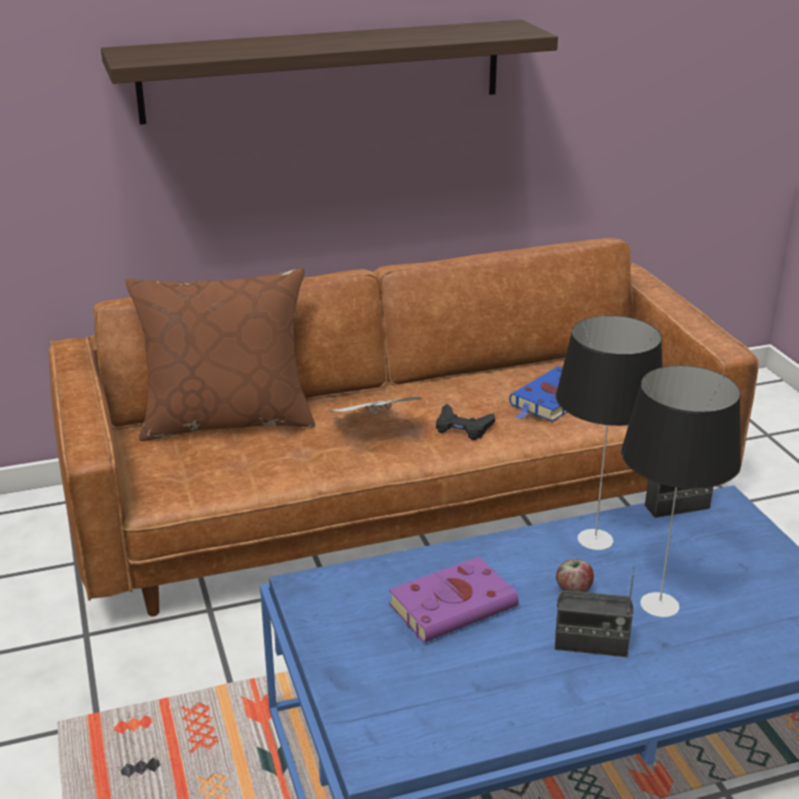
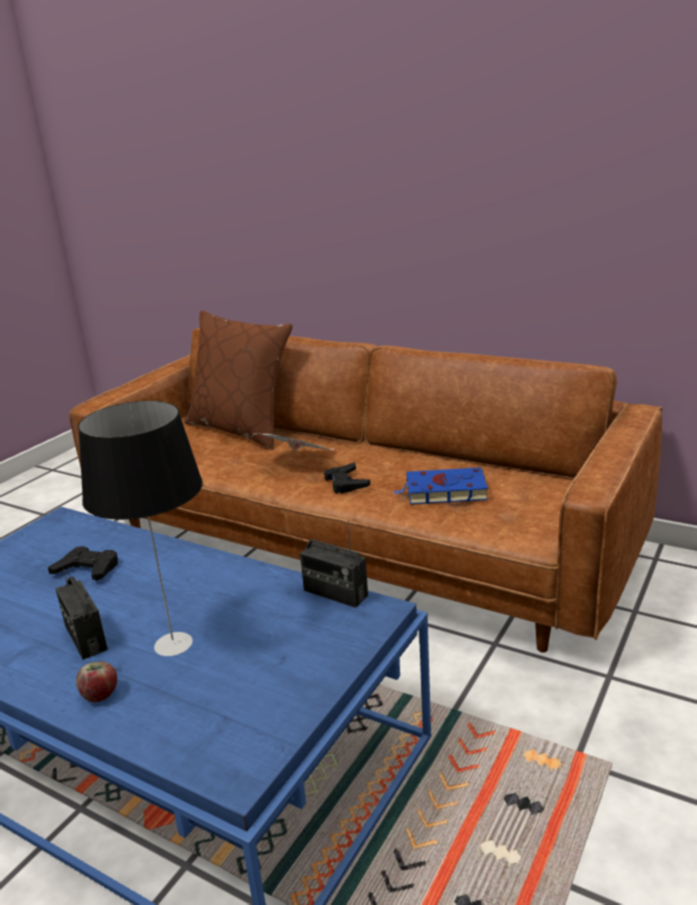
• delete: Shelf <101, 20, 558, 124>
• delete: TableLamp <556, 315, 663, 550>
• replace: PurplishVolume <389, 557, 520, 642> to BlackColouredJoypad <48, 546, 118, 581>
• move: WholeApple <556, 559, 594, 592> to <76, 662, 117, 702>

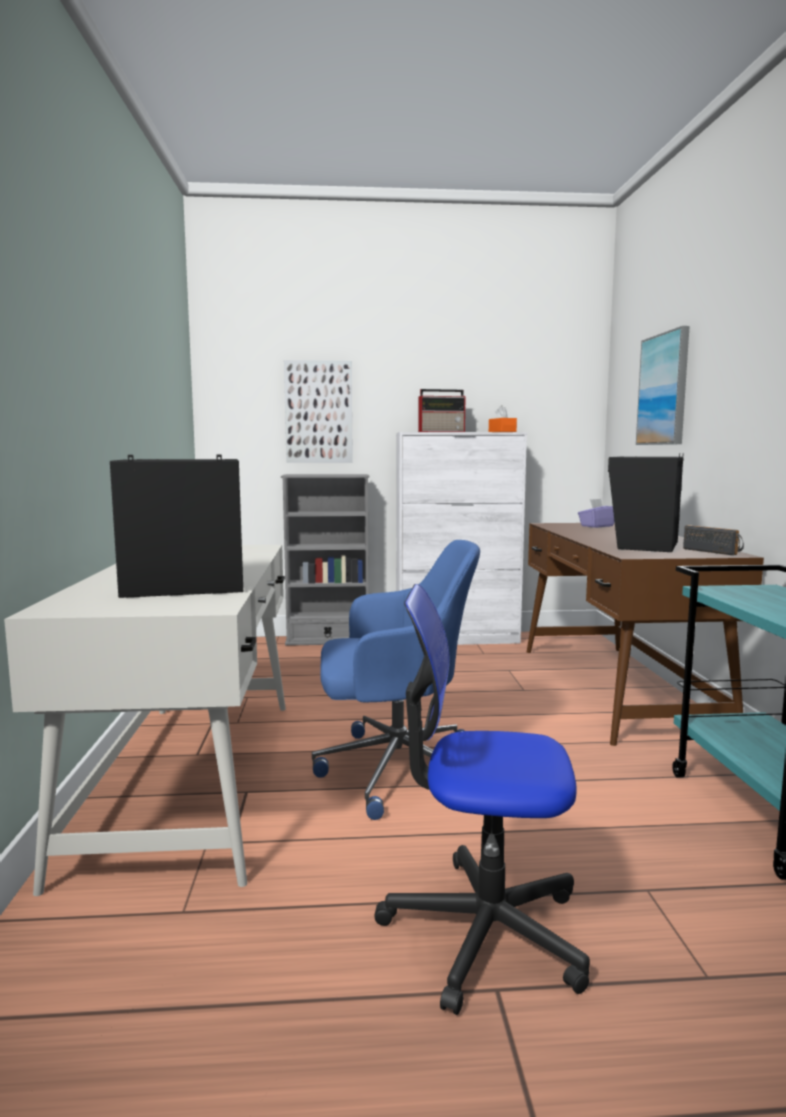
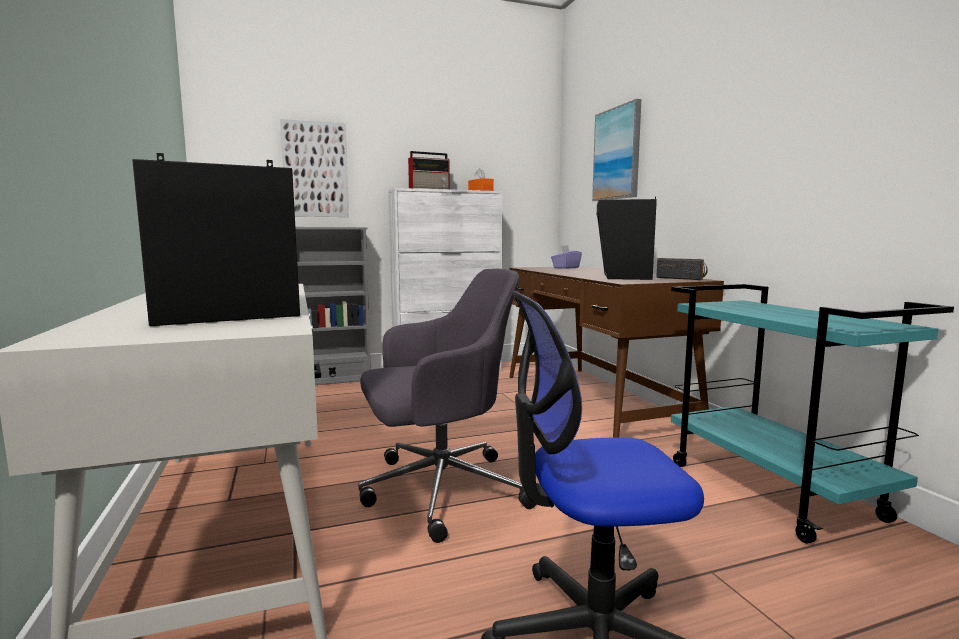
• recolor: BlueColouredOfficeChair <312, 540, 480, 820> to GreyOfficeChair <358, 269, 536, 543>

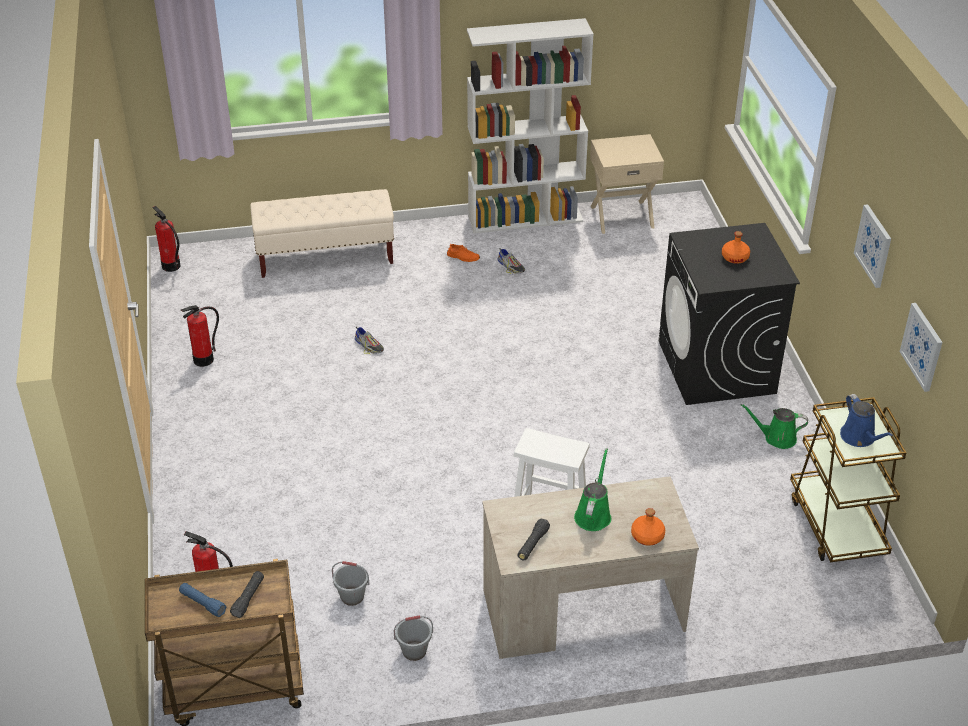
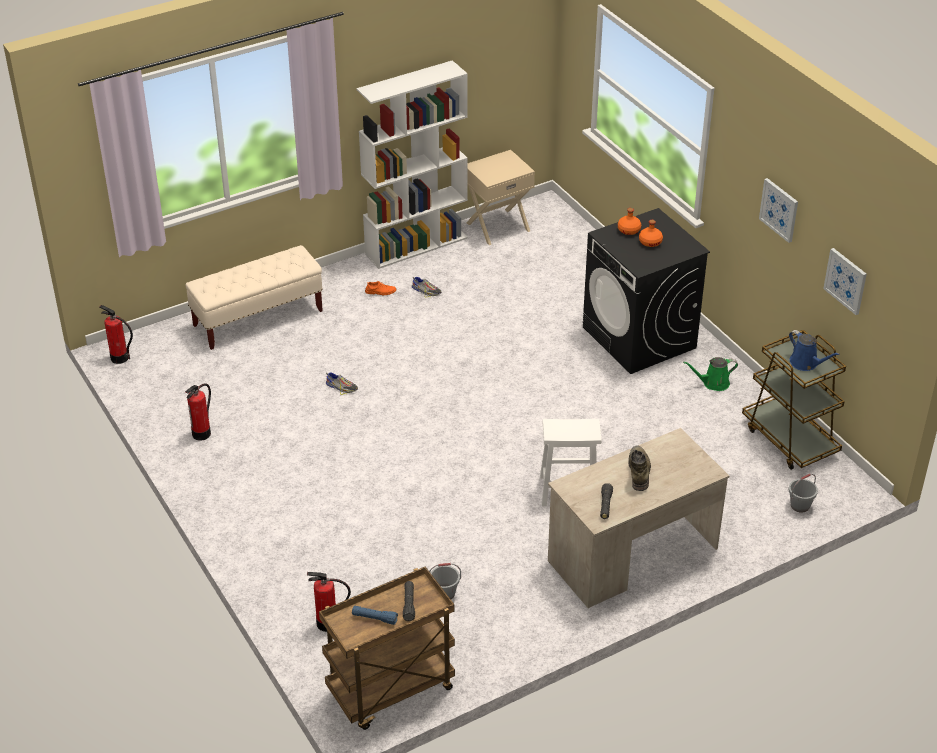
• replace: GreenWateringPot <574, 449, 611, 531> to GreenBoot <628, 446, 651, 491>
• move: OrangeColouredDrinkBottle <631, 508, 665, 546> to <618, 208, 641, 235>
• move: GreyBucket <394, 615, 433, 661> to <788, 474, 818, 513>

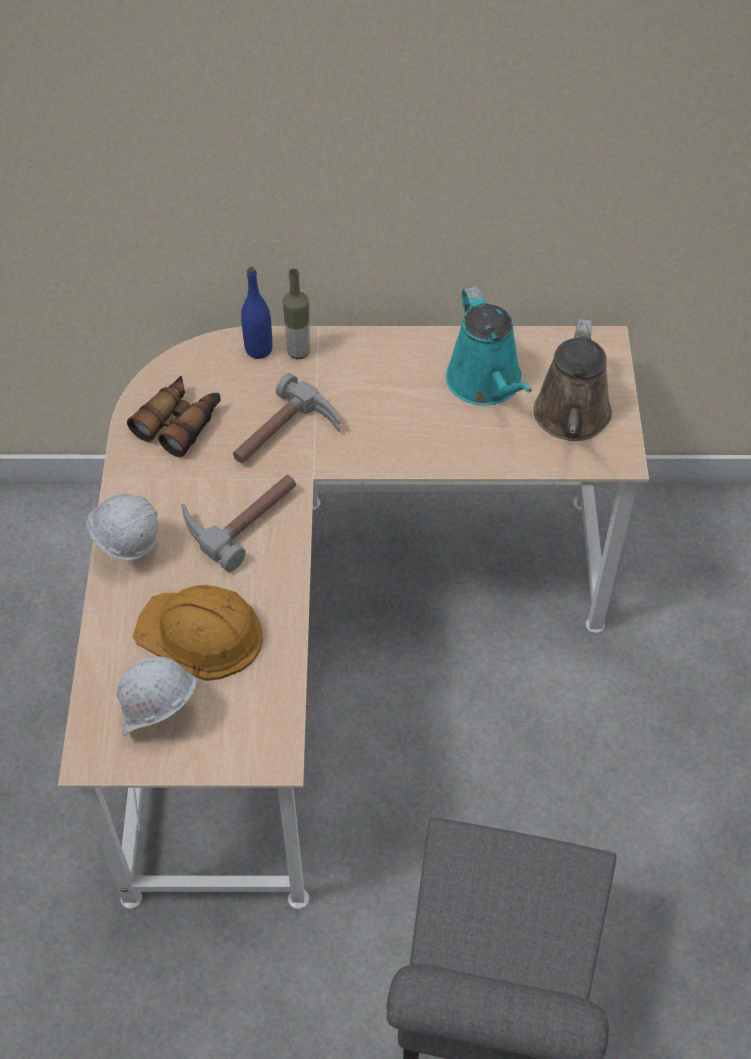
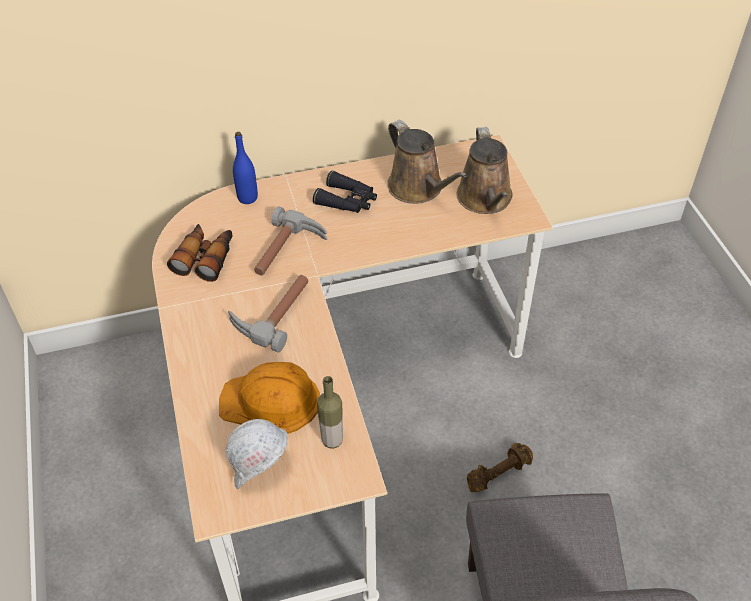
• move: DrinkBottle <283, 269, 310, 359> to <317, 376, 343, 449>
• recolor: TurquoiseWateringPot <446, 286, 532, 405> to BrownWateringPot <388, 120, 467, 204>
• delete: WhiteSafetyHelmet <86, 494, 158, 560>
• insert: BlackColouredBinoculars <313, 171, 377, 213>
• insert: BrownFreeWeight <467, 443, 533, 492>

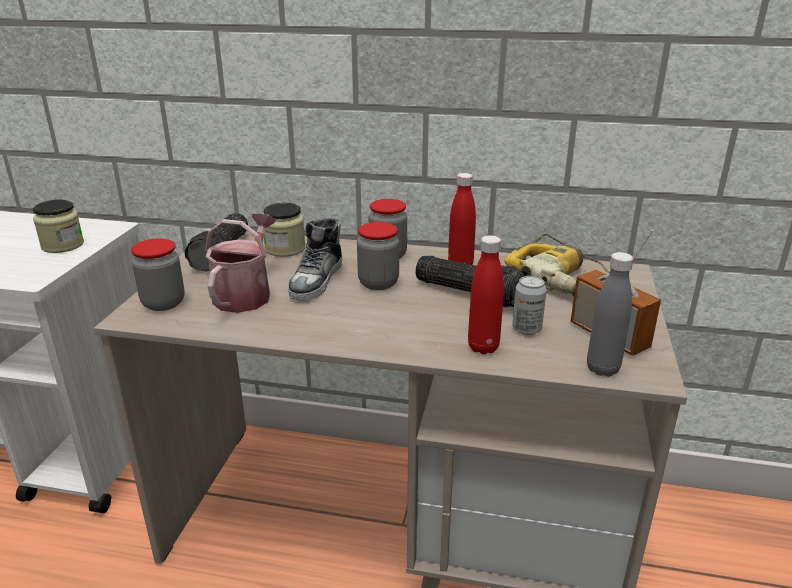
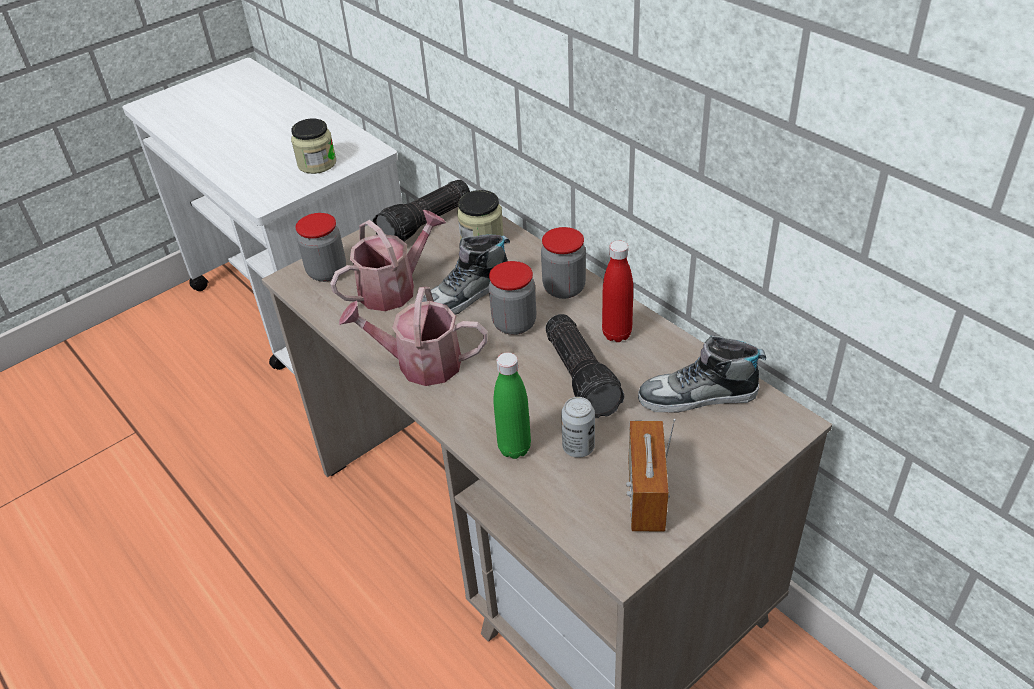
• replace: PowerDrill <504, 234, 609, 296> to LowShoe <638, 335, 766, 413>
• recolor: ReddishDrinkBottle <468, 235, 504, 354> to GreenDrinkBottle <493, 352, 531, 459>
• delete: GreyDrinkBottle <587, 252, 633, 377>
• insert: WateringPot <339, 287, 488, 386>

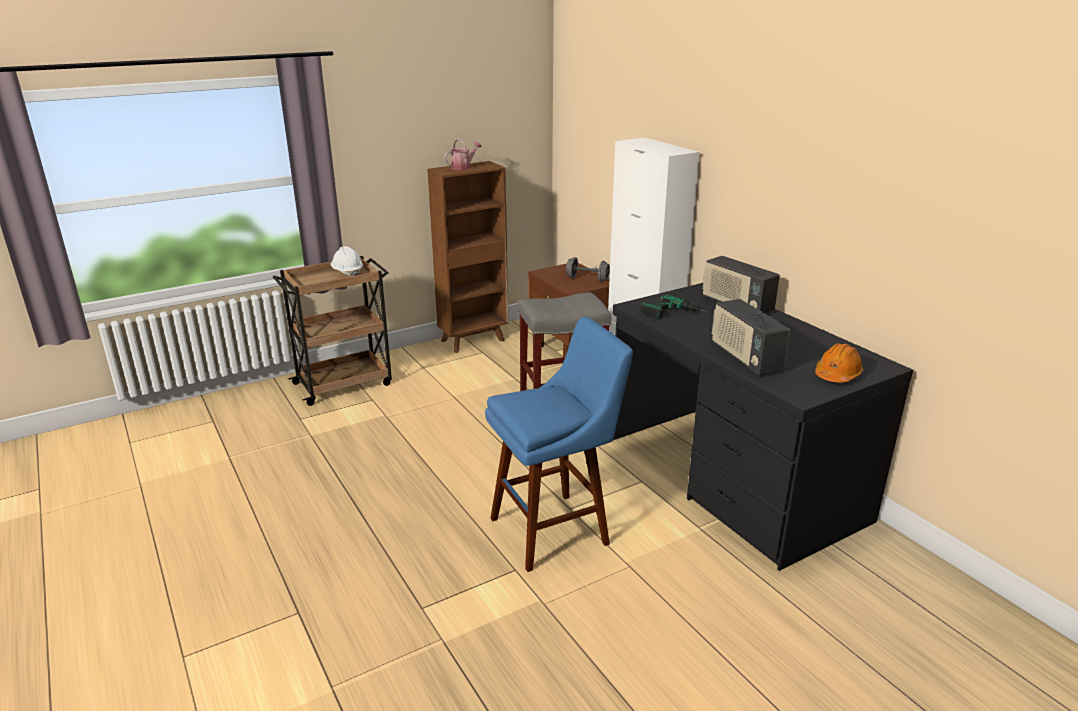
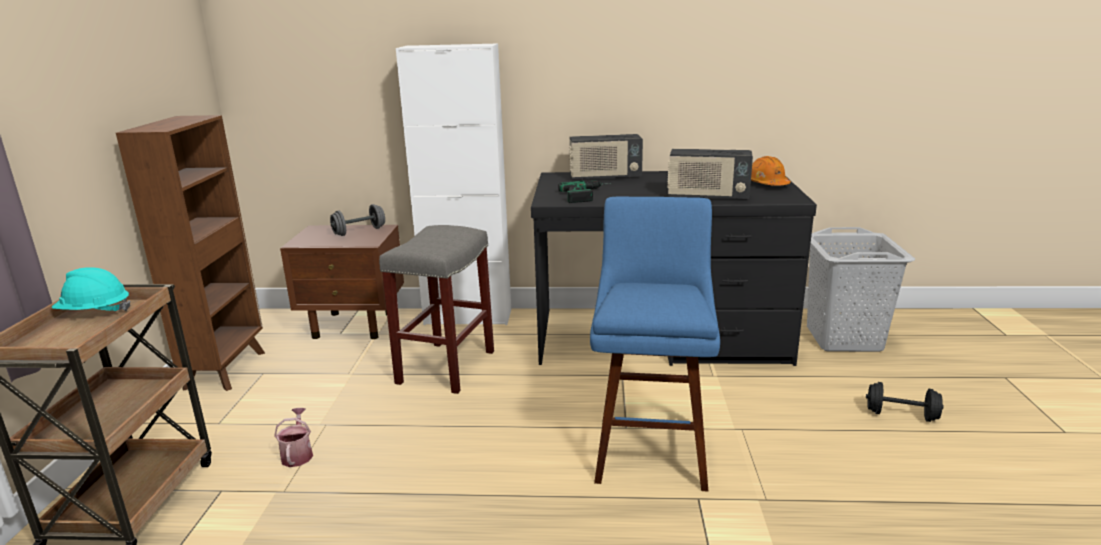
• move: WateringPot <444, 139, 482, 170> to <274, 408, 313, 467>
• recolor: WhiteSafetyHelmet <330, 246, 363, 276> to TurquoiseSafetyHelmet <51, 267, 131, 311>
• insert: GreyWashingBasket <807, 227, 915, 352>
• insert: BlackColouredFreeWeight <866, 382, 944, 422>

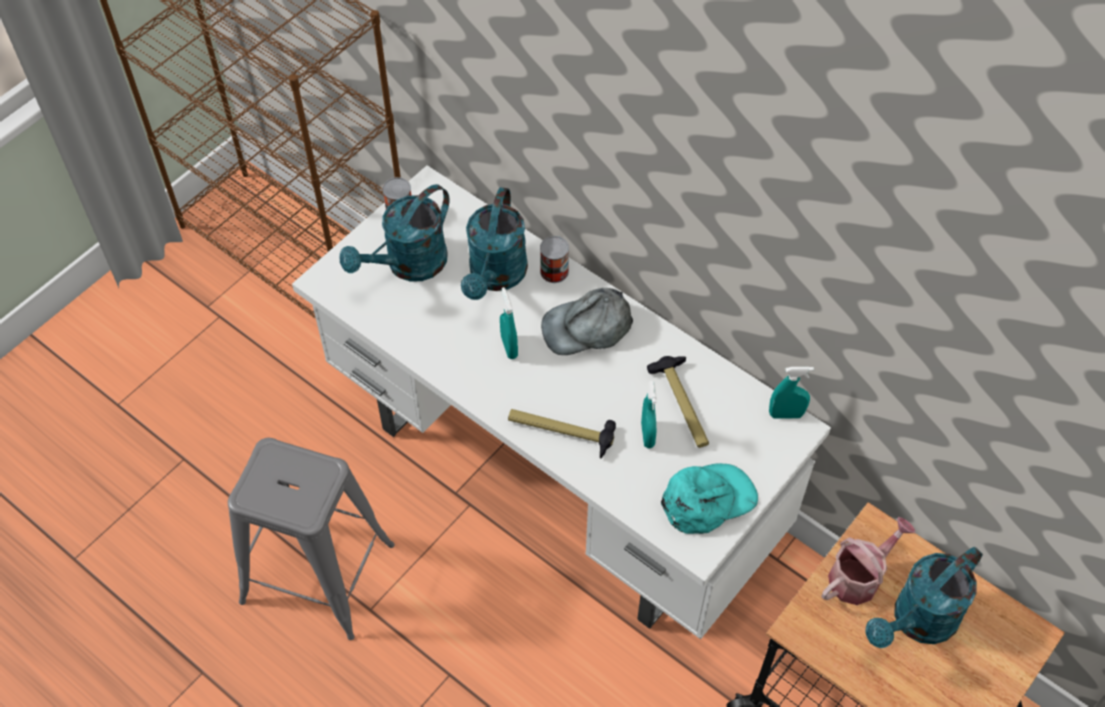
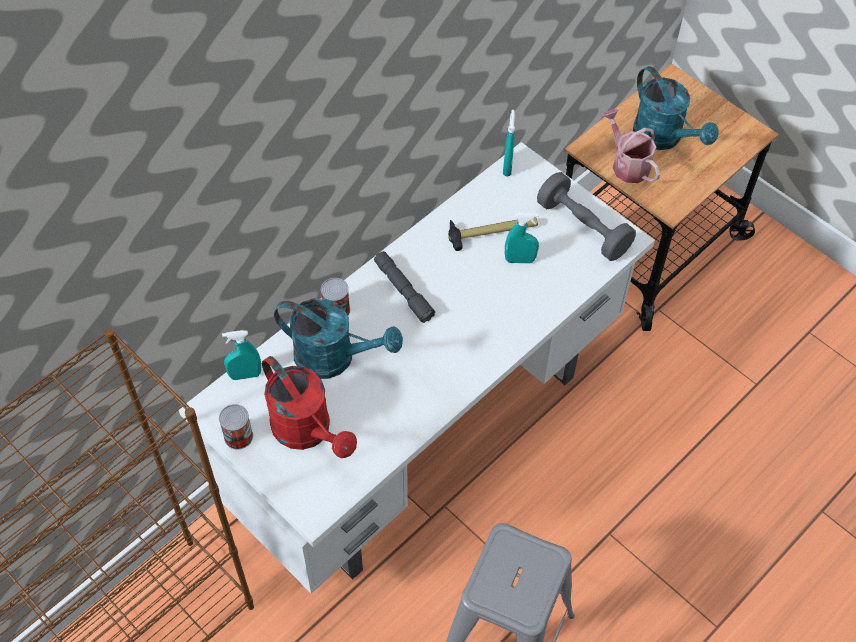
• recolor: TurquoiseWateringPot <340, 184, 449, 282> to ReddishWateringPot <262, 356, 357, 458>
• move: TurquoiseSprayer <500, 287, 518, 359> to <222, 330, 261, 380>
• replace: GreyCap <541, 288, 633, 355> to GreyTorch <374, 251, 435, 323>
• delete: HandHammer <508, 409, 616, 459>
• replace: TurquoiseCap <661, 463, 758, 534> to GreyFreeWeight <537, 172, 636, 261>

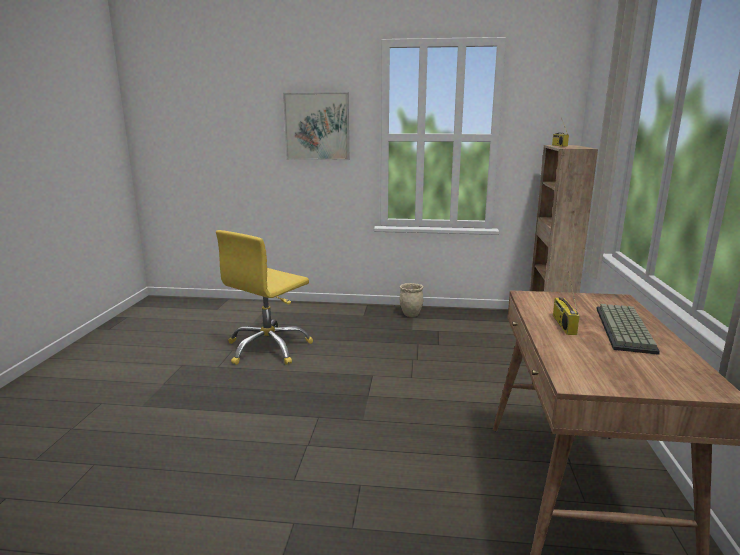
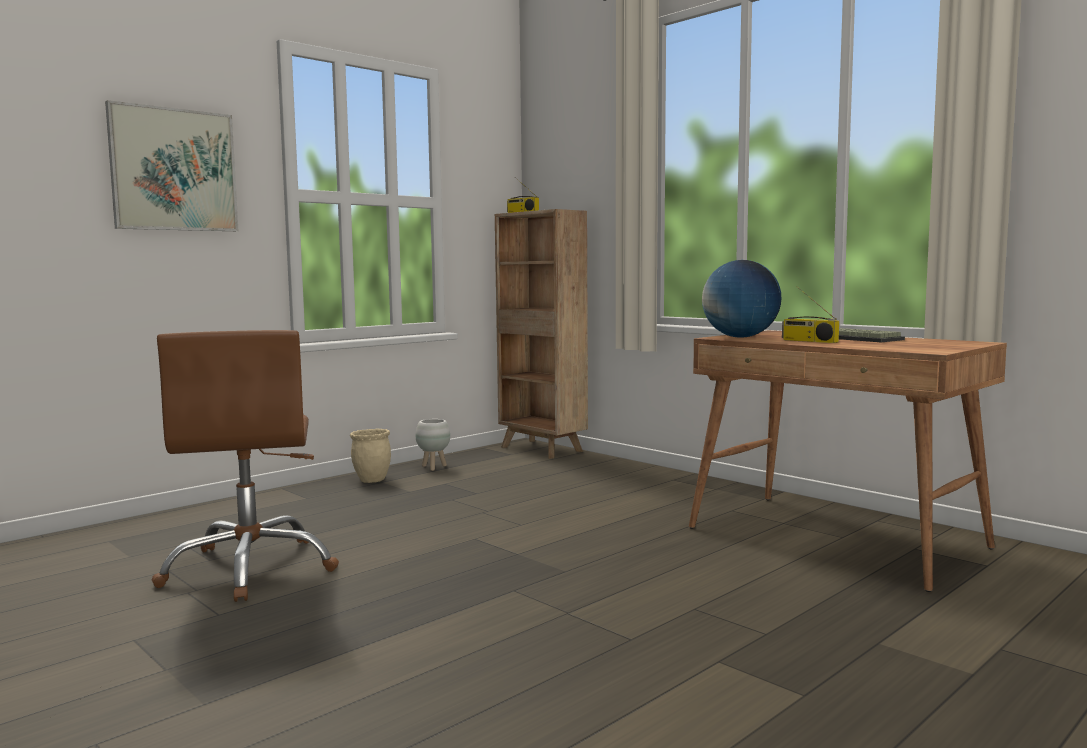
• recolor: YellowOfficeChair <216, 230, 313, 365> to BrownOfficeChair <152, 330, 339, 602>
• insert: WorldGlobe <702, 260, 781, 338>
• insert: WhitePlanter <416, 419, 450, 471>

